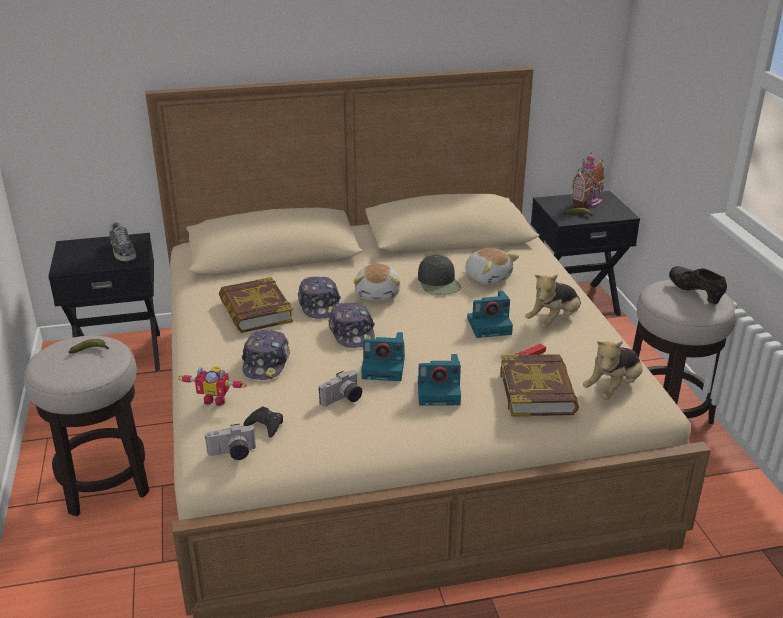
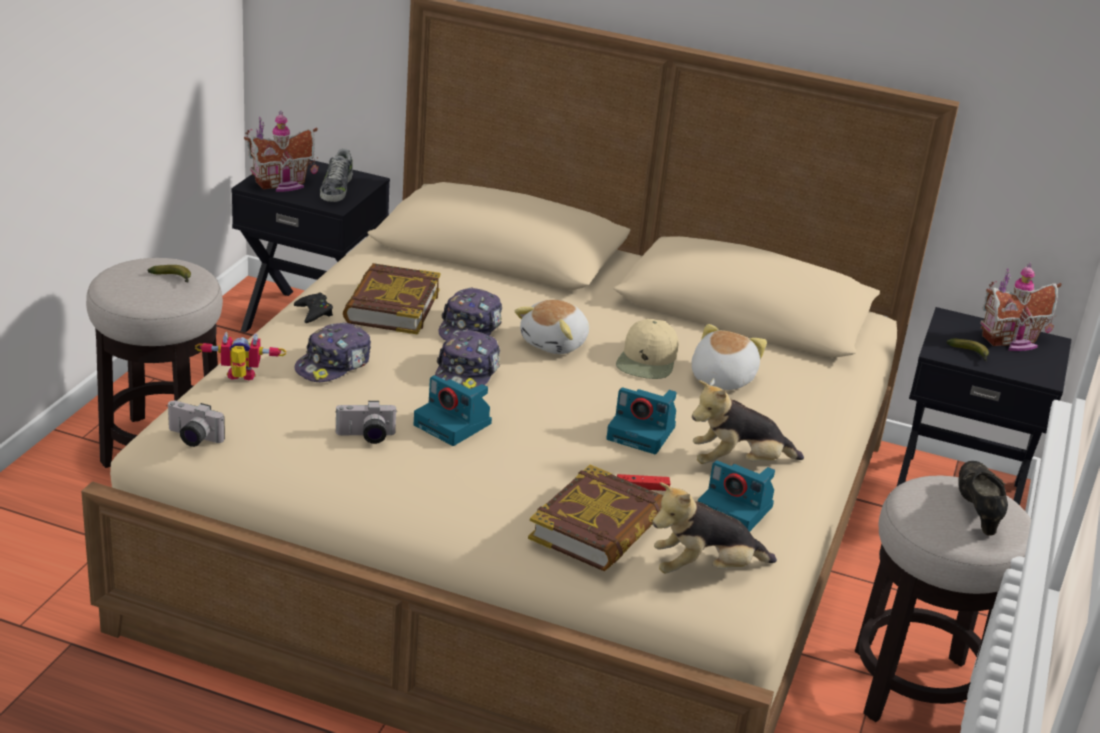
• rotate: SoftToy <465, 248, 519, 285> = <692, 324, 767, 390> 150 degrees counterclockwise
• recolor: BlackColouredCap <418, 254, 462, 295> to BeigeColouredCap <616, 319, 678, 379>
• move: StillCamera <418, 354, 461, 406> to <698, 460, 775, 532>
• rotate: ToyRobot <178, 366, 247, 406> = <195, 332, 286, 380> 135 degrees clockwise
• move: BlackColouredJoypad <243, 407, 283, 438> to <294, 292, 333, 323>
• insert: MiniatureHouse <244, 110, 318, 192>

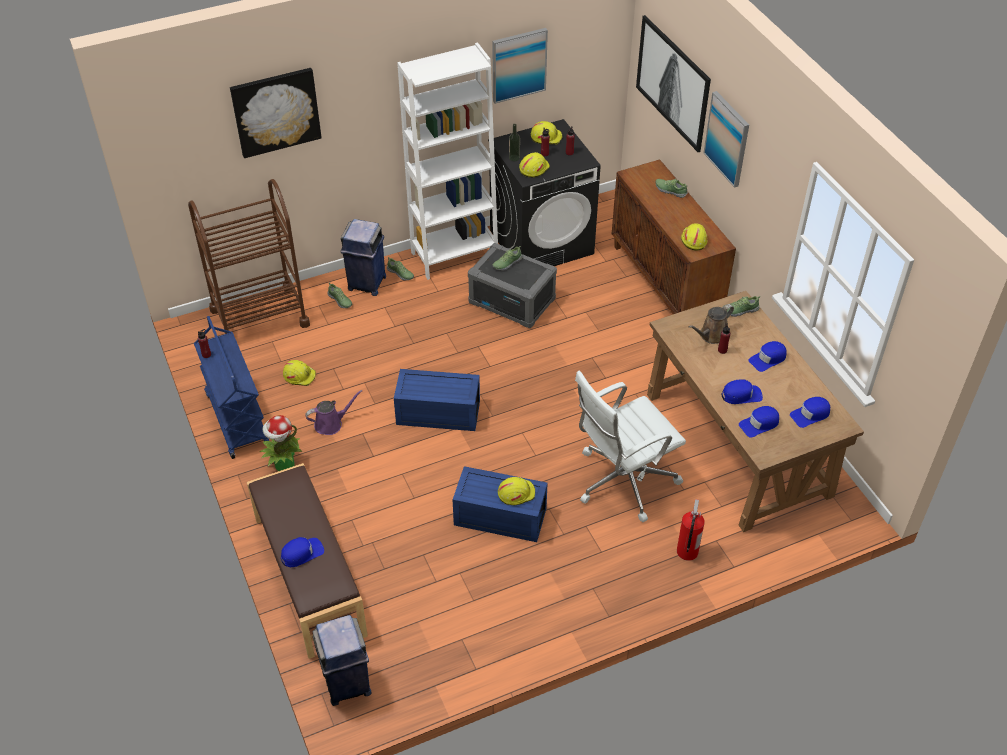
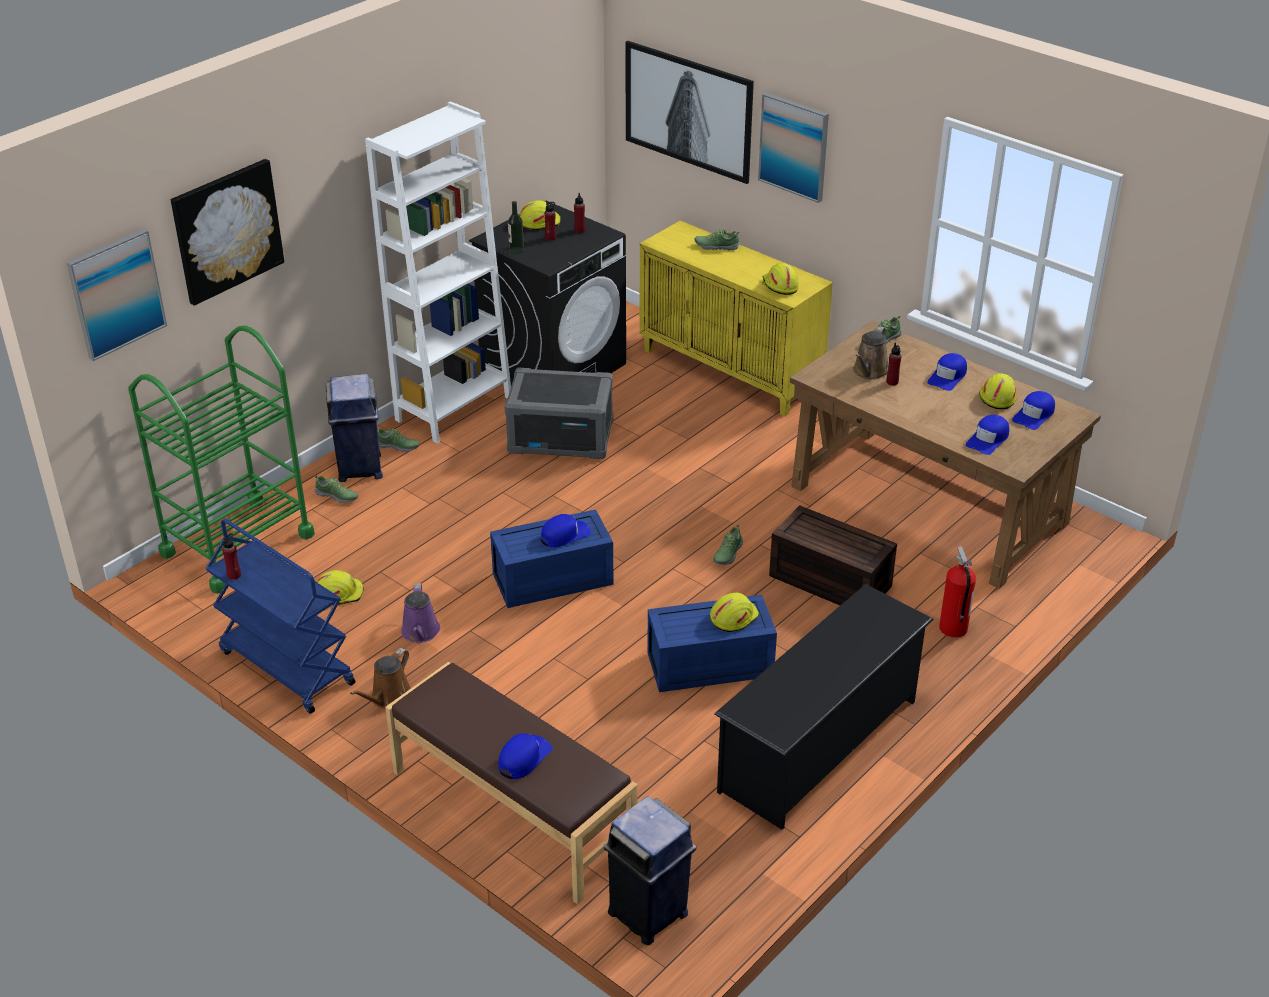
• move: WallArt <492, 28, 548, 104> to <66, 229, 167, 361>
• move: YellowSafetyHelmet <519, 152, 550, 178> to <979, 373, 1016, 409>
• recolor: BrownCabinet <612, 159, 736, 314> to YellowCabinet <640, 221, 833, 416>
• recolor: BrownCart <188, 179, 310, 334> to GreenCart <128, 325, 315, 594>
• move: LowShoe <492, 246, 522, 271> to <713, 525, 743, 565>
• replace: WhiteOfficeChair <575, 371, 686, 522> to BrownStorageBox <769, 505, 897, 605>
• move: BlueColouredCap <722, 379, 763, 404> to <540, 514, 591, 547>
• rotate: PurplishWateringPot <305, 390, 362, 435> = <401, 583, 440, 643> 135 degrees clockwise
• replace: Houseplant <260, 415, 303, 471> to BrownWateringPot <350, 648, 411, 709>
• insert: BlackColouredShoeStand <714, 584, 934, 830>

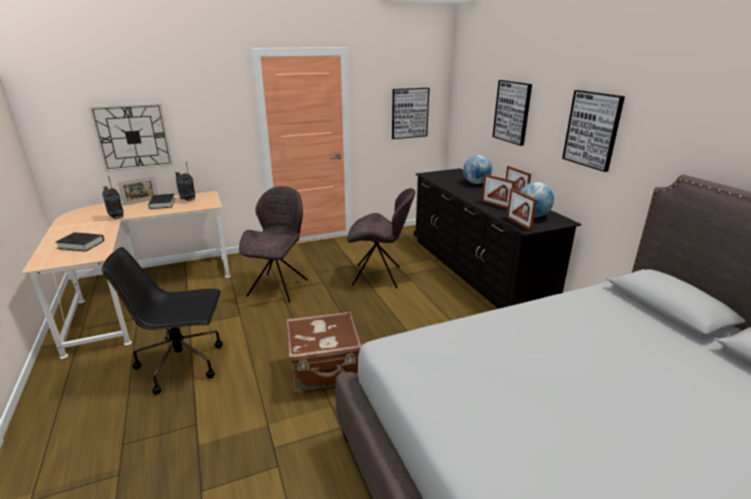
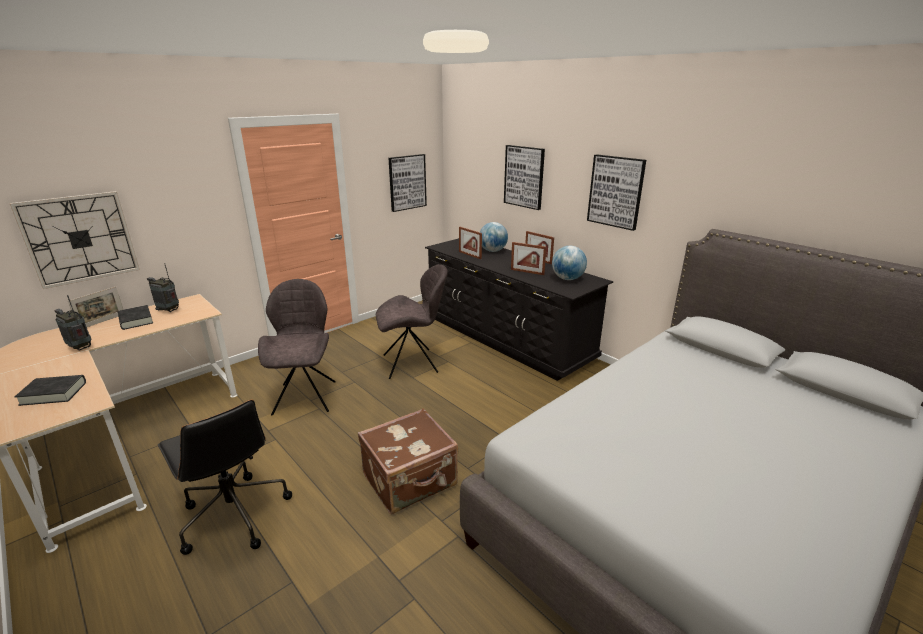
• move: PictureFrame <507, 188, 537, 231> to <459, 227, 482, 259>
• rotate: BlackColouredOfficeChair <102, 247, 223, 395> = <158, 400, 292, 555> 105 degrees counterclockwise

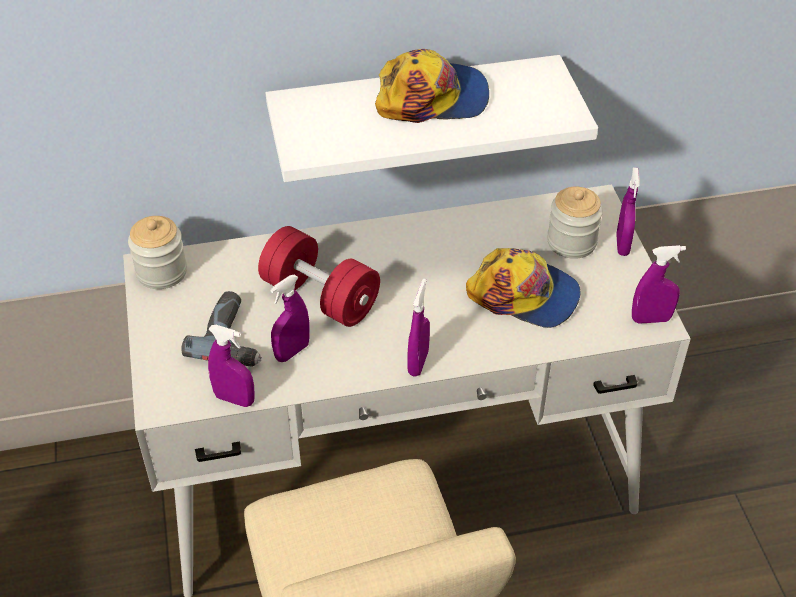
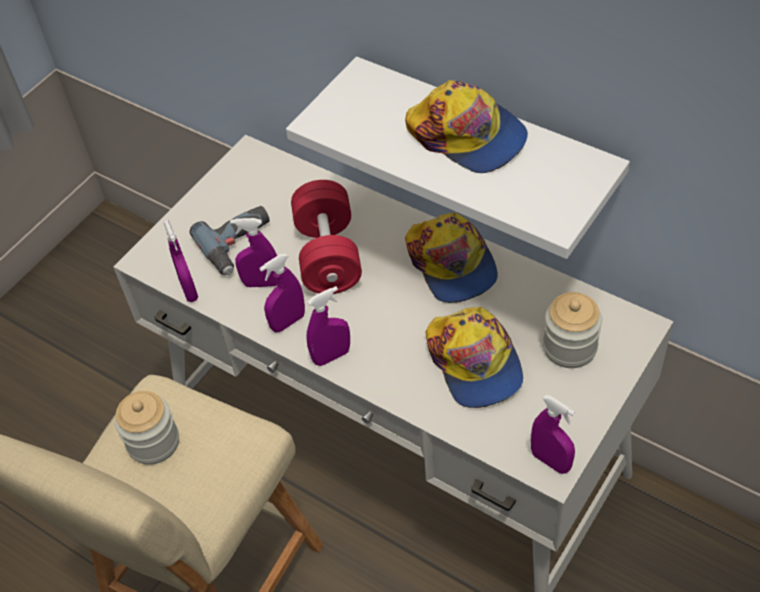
• move: PurplishSprayer <616, 167, 640, 256> to <259, 253, 305, 332>
• move: PreserveJar <128, 216, 187, 289> to <115, 391, 179, 465>
• insert: Cap <405, 213, 498, 303>

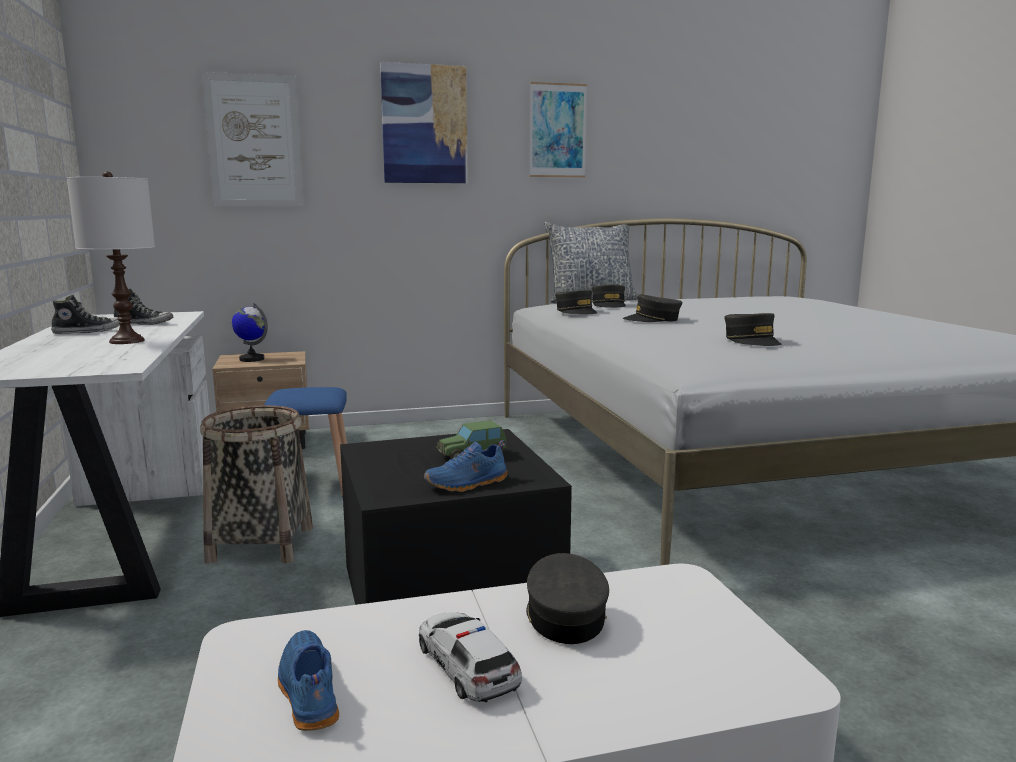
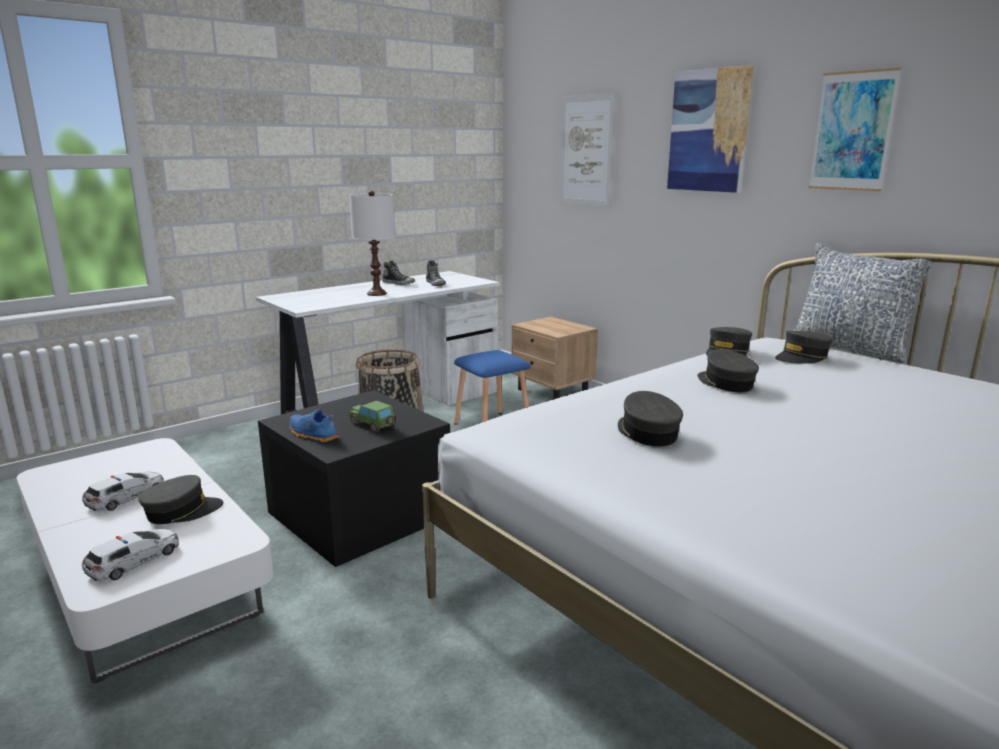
• delete: WorldGlobe <232, 303, 268, 362>
• rotate: GreyCap <724, 313, 781, 346> = <618, 391, 683, 447> 120 degrees clockwise
• delete: BlueColouredLowShoe <278, 630, 339, 731>
• insert: ToyCar <82, 529, 179, 581>

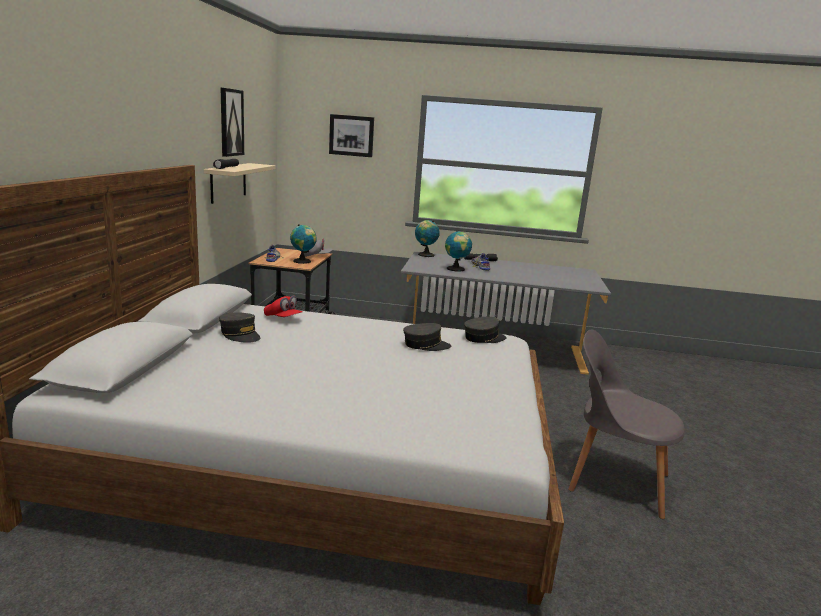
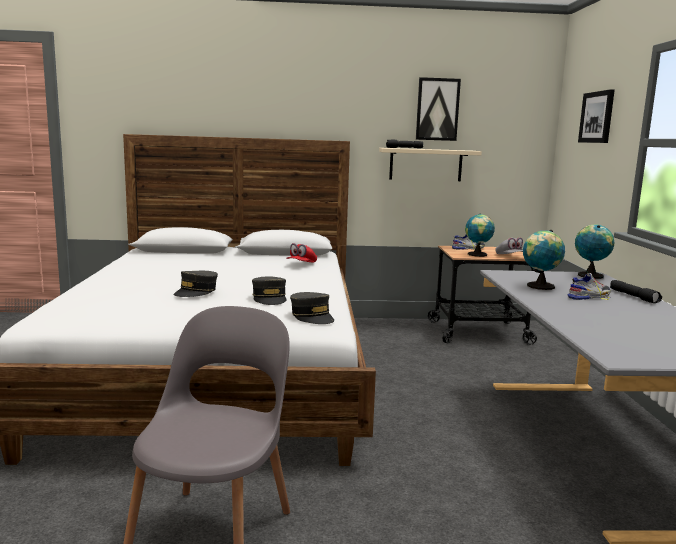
• move: GreyCap <219, 312, 260, 343> to <174, 271, 218, 297>

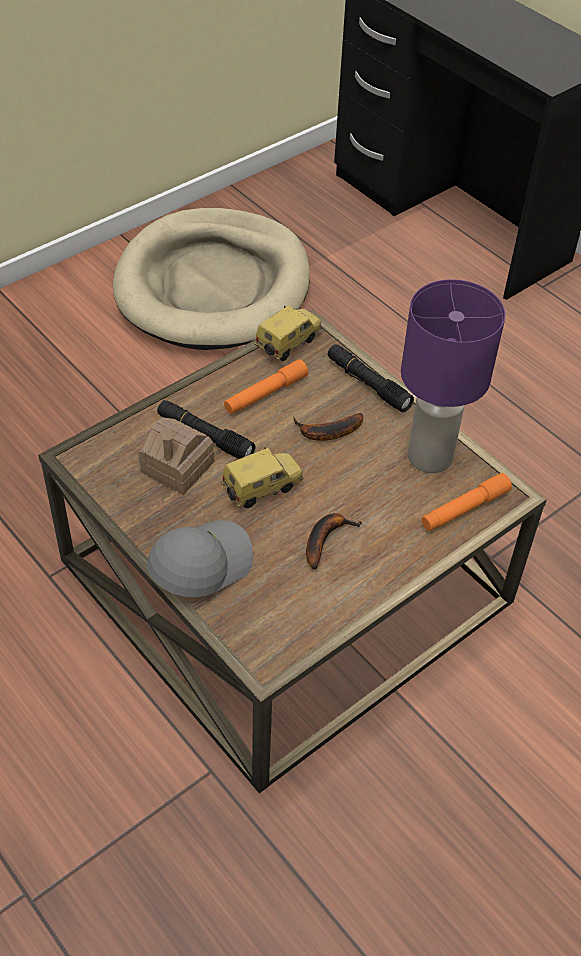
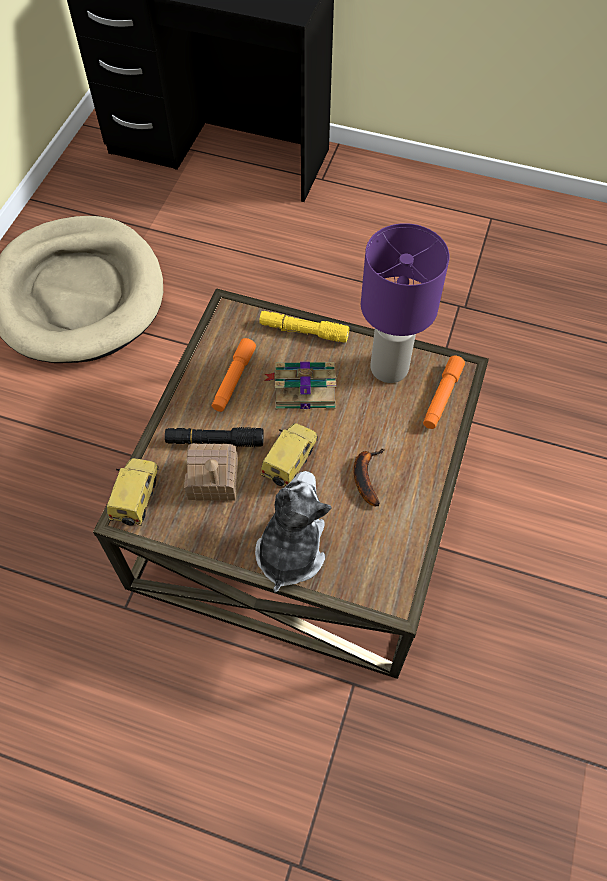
• move: ToyCar <254, 305, 322, 361> to <107, 458, 159, 526>
• recolor: BlackColouredTorch <328, 344, 414, 412> to YellowTorch <259, 311, 350, 343>
• replace: BananaFruit <293, 413, 363, 441> to Volume <264, 362, 336, 410>
• replace: GreyCap <147, 520, 253, 597> to SoftToy <255, 471, 331, 592>

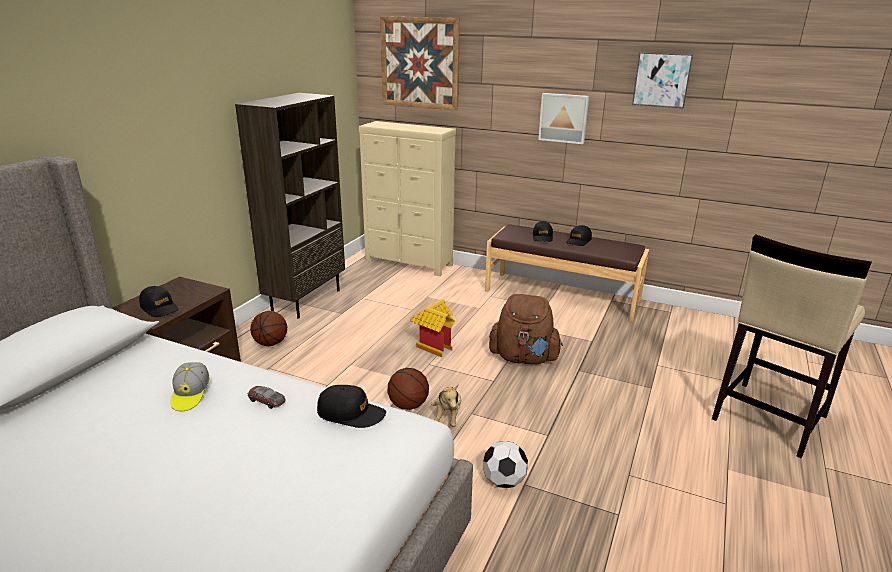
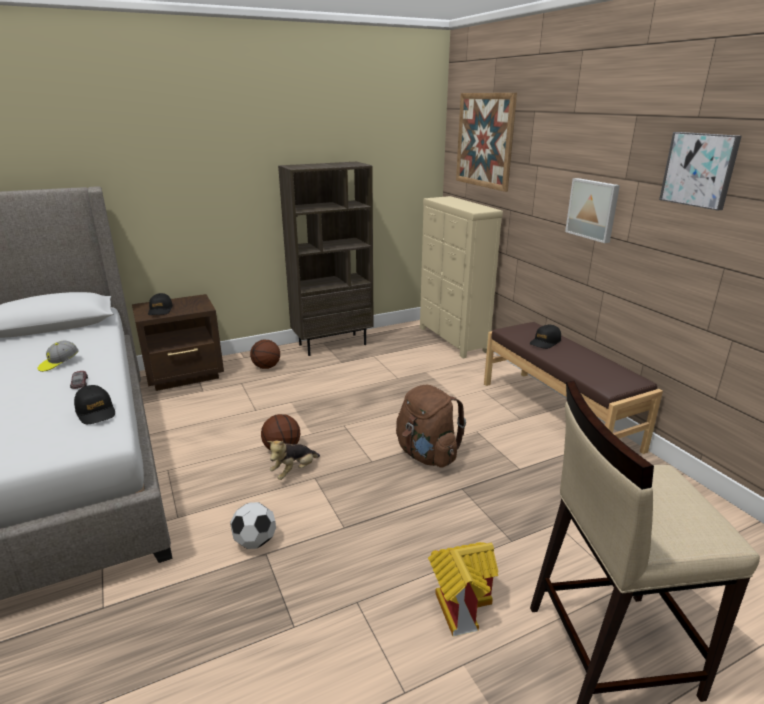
• delete: BlackColouredCap <566, 225, 592, 246>
• move: MiniatureHouse <410, 299, 455, 357> to <428, 542, 499, 637>

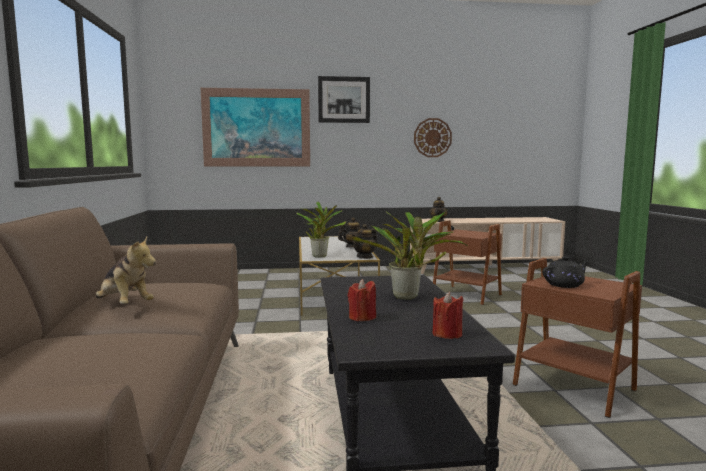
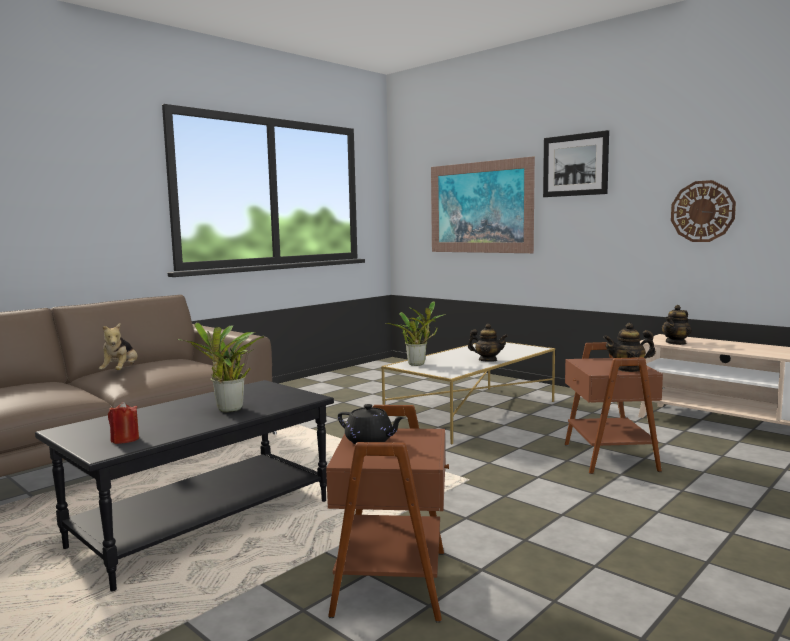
• move: Teapot <352, 224, 377, 259> to <603, 323, 656, 372>
• delete: ReddishWaxLight <348, 279, 376, 321>

